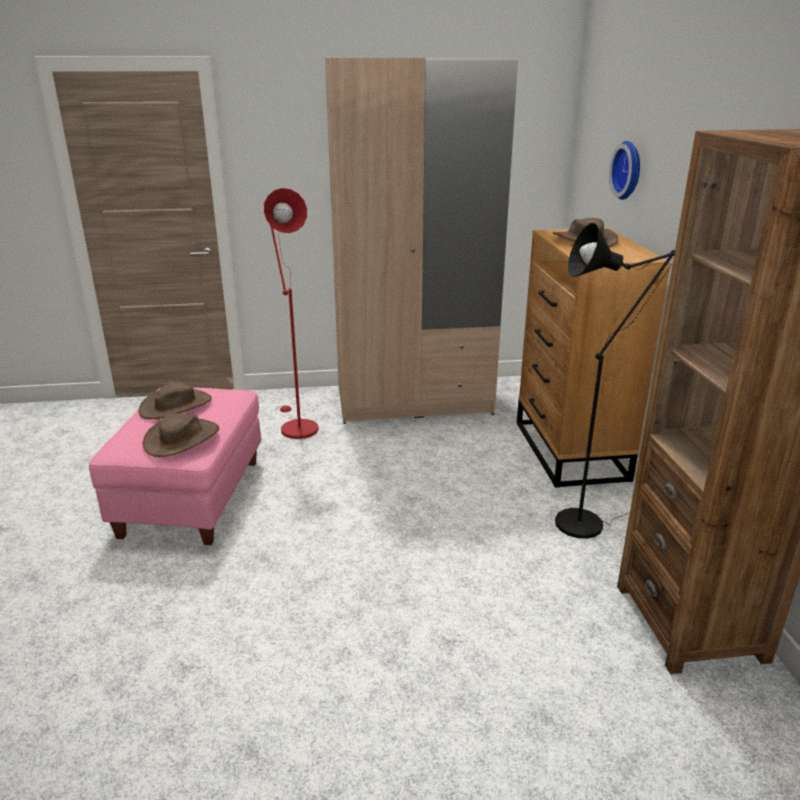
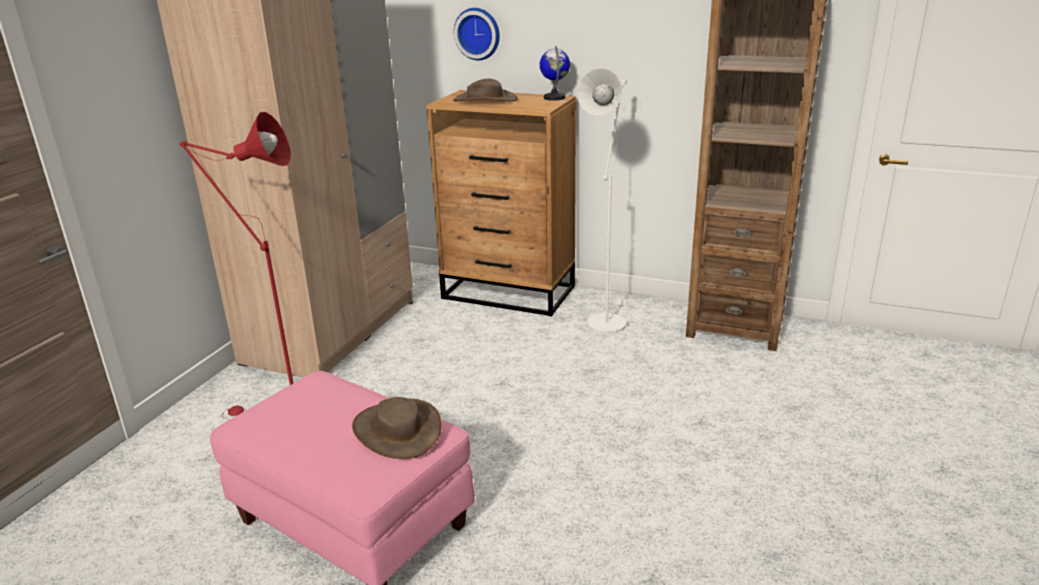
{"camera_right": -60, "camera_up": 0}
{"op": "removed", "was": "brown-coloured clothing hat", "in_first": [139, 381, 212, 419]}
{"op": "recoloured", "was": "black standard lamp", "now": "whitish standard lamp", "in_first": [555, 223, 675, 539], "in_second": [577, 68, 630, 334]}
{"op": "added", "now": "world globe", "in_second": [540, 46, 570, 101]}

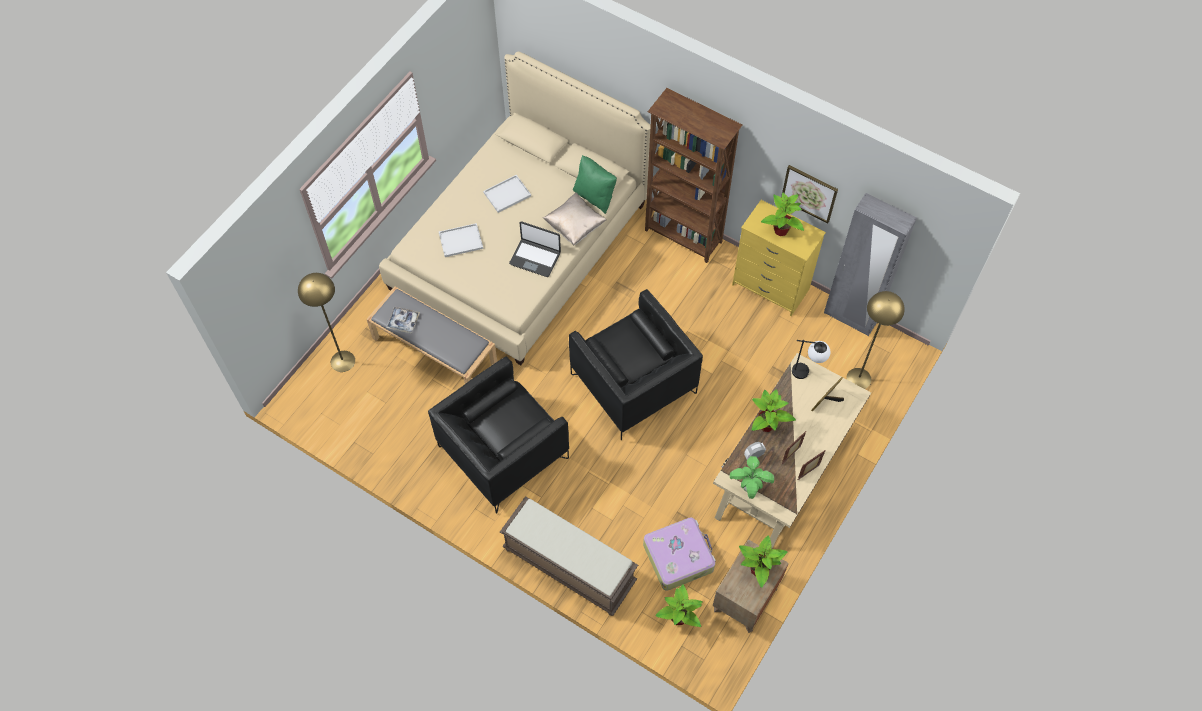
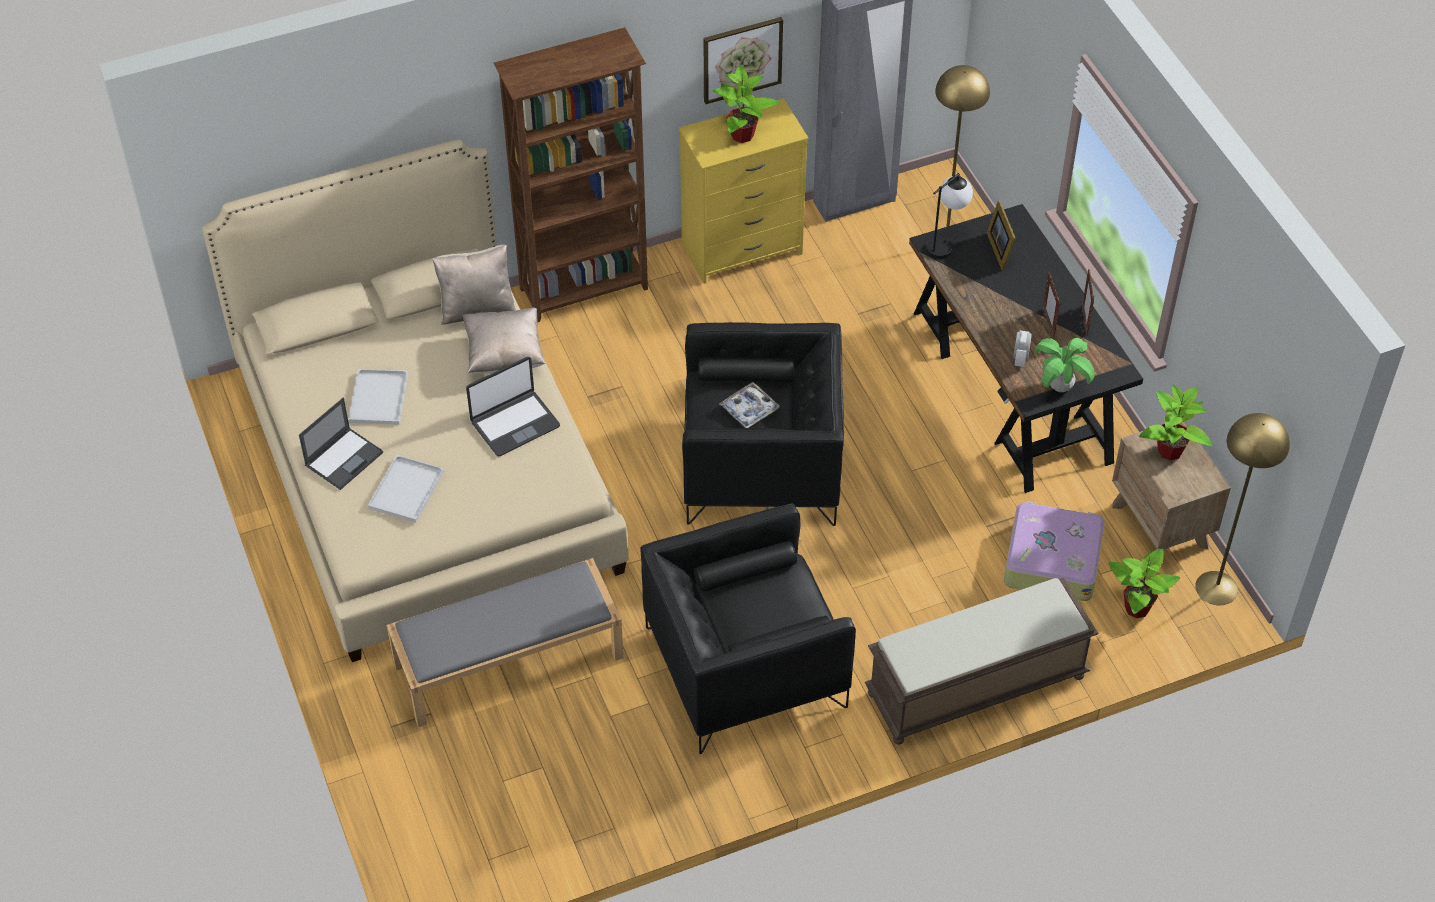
{"camera_right": -55, "camera_up": -10}
{"op": "moved", "was": "yellow-coloured standard lamp", "in_first": [298, 273, 355, 372], "in_second": [1195, 413, 1290, 605]}
{"op": "moved", "was": "carrying tray", "in_first": [386, 306, 420, 333], "in_second": [719, 382, 779, 428]}
{"op": "turned", "was": "black lounge chair", "in_first": [428, 356, 569, 514], "in_second": [641, 504, 856, 754], "clockwise": 75}
{"op": "recoloured", "was": "greenish throw pillow", "now": "sand-coloured throw pillow", "in_first": [573, 155, 617, 214], "in_second": [432, 245, 516, 324]}
{"op": "recoloured", "was": "sand-coloured desk table", "now": "black desk table", "in_first": [713, 353, 871, 549], "in_second": [909, 204, 1143, 493]}
{"op": "removed", "was": "potted plant", "in_first": [752, 389, 796, 432]}
{"op": "added", "now": "notebook computer", "in_second": [299, 398, 383, 490]}

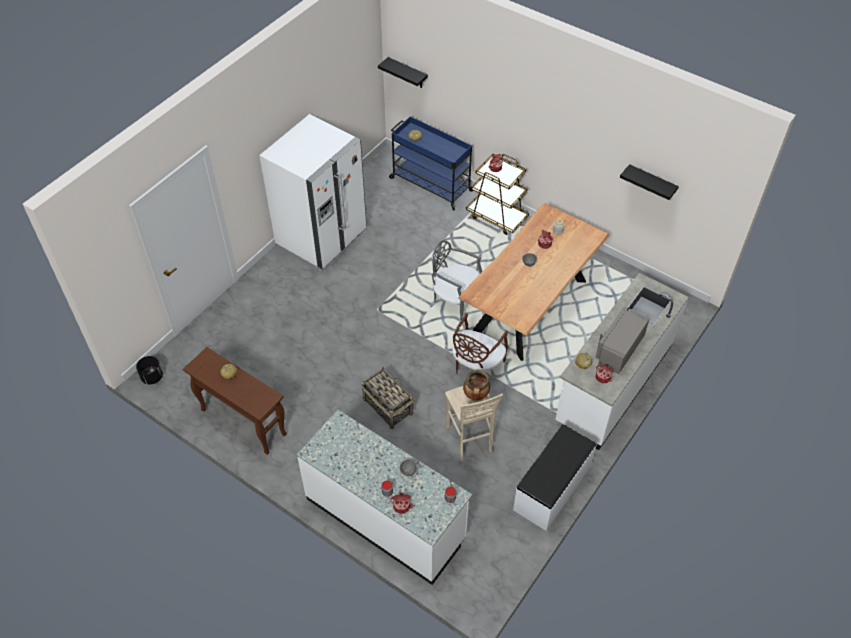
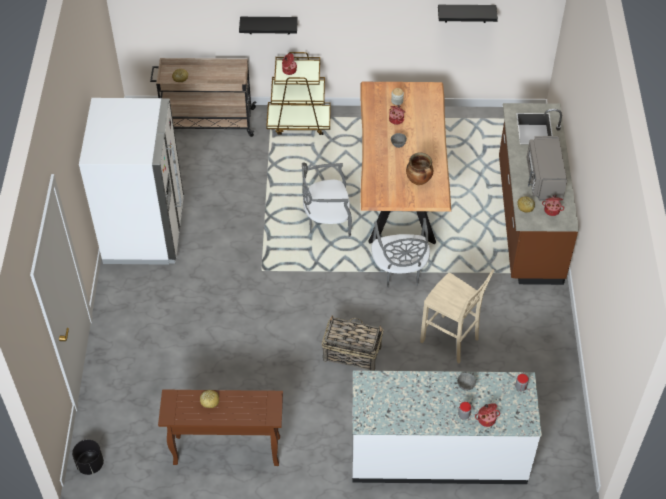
{"camera_right": -35, "camera_up": 0}
{"op": "moved", "was": "black wall shelf", "in_first": [378, 57, 428, 88], "in_second": [239, 17, 298, 34]}
{"op": "recoloured", "was": "bluish cart", "now": "sand-coloured cart", "in_first": [389, 116, 474, 210], "in_second": [150, 58, 257, 137]}
{"op": "recoloured", "was": "brown-coloured plain chair", "now": "greyish plain chair", "in_first": [452, 313, 508, 374], "in_second": [371, 218, 430, 288]}
{"op": "moved", "was": "saucepot", "in_first": [463, 370, 490, 401], "in_second": [406, 153, 433, 185]}
{"op": "removed", "was": "whitish bench", "in_first": [513, 424, 597, 531]}
{"op": "recoloured", "was": "whitish kitchen counter", "now": "brown-coloured kitchen counter", "in_first": [556, 273, 689, 450], "in_second": [499, 103, 579, 285]}

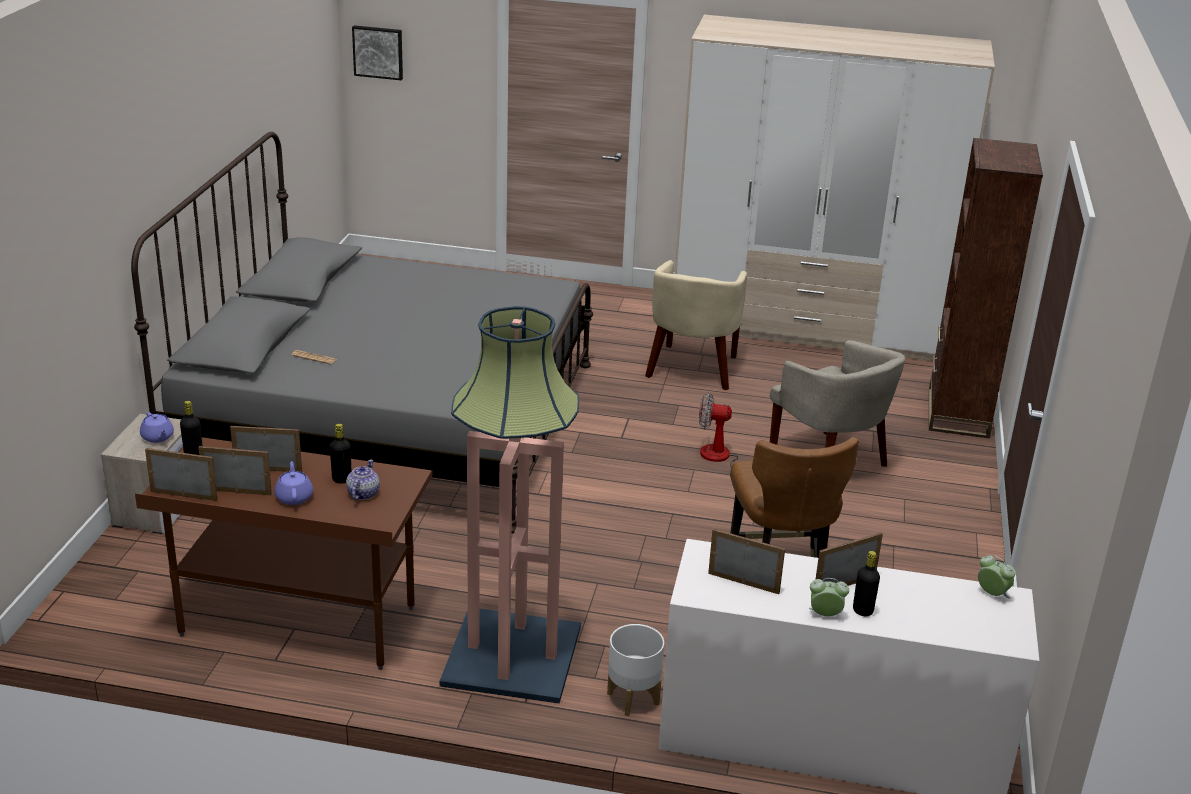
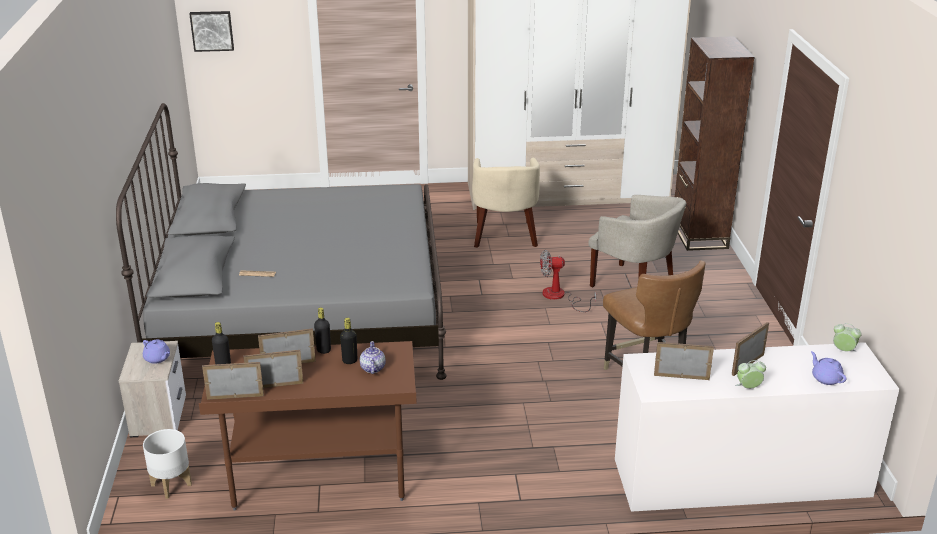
{"camera_right": -15, "camera_up": 0}
{"op": "moved", "was": "purple pot for tea", "in_first": [275, 461, 313, 505], "in_second": [811, 351, 847, 385]}
{"op": "removed", "was": "standard lamp", "in_first": [440, 306, 581, 704]}
{"op": "moved", "was": "whitish plant pot", "in_first": [607, 624, 664, 716], "in_second": [143, 429, 192, 499]}
{"op": "moved", "was": "black bottle", "in_first": [853, 551, 880, 616], "in_second": [314, 307, 331, 354]}

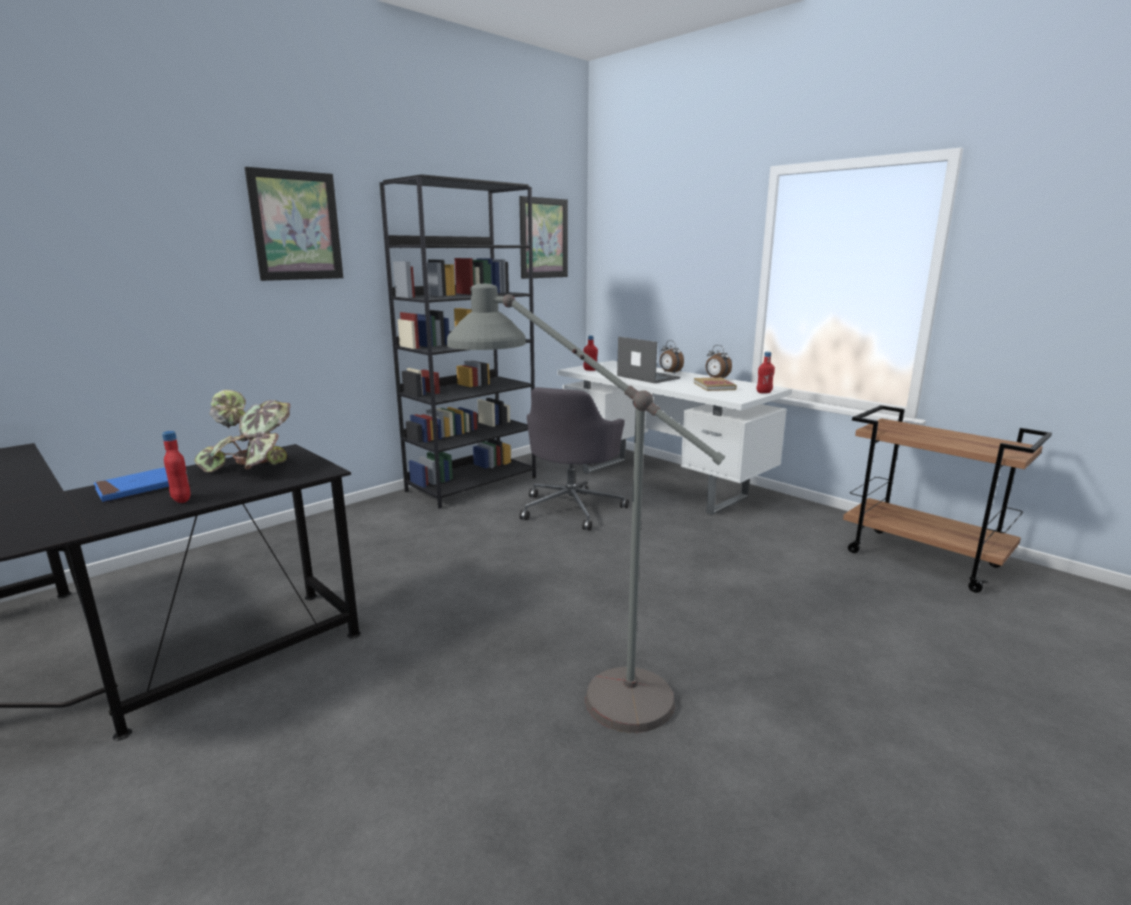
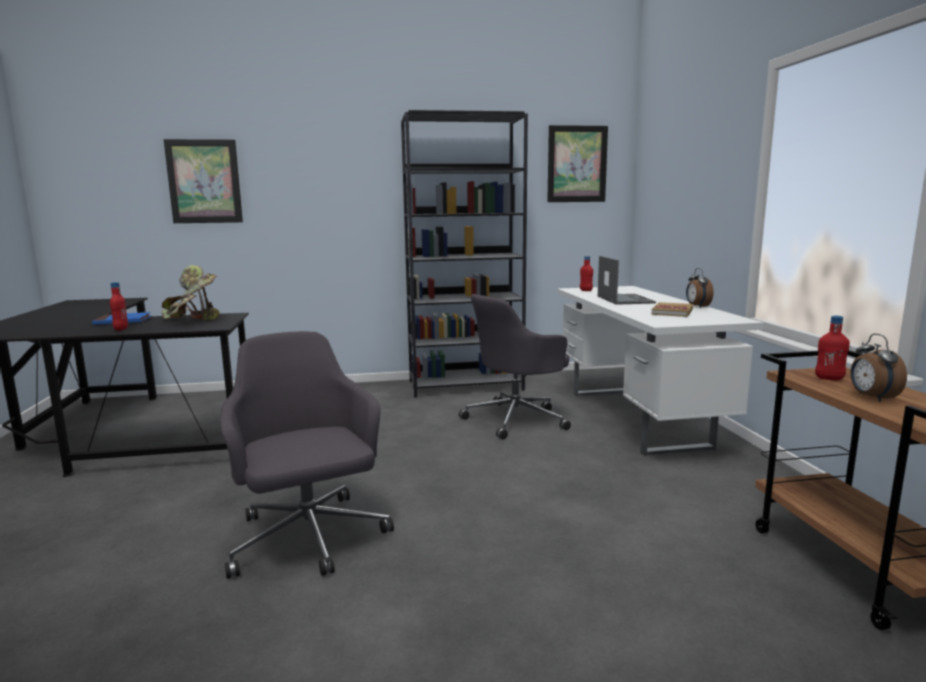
{"camera_right": 35, "camera_up": -5}
{"op": "moved", "was": "picture", "in_first": [245, 167, 343, 281], "in_second": [164, 139, 243, 223]}
{"op": "replaced", "was": "greyish standard lamp", "now": "greyish desk chair", "in_first": [447, 284, 726, 733], "in_second": [220, 331, 394, 579]}
{"op": "moved", "was": "alarm clock", "in_first": [660, 340, 684, 374], "in_second": [850, 334, 907, 402]}
{"op": "moved", "was": "red-coloured bottle", "in_first": [757, 352, 775, 393], "in_second": [815, 316, 850, 380]}

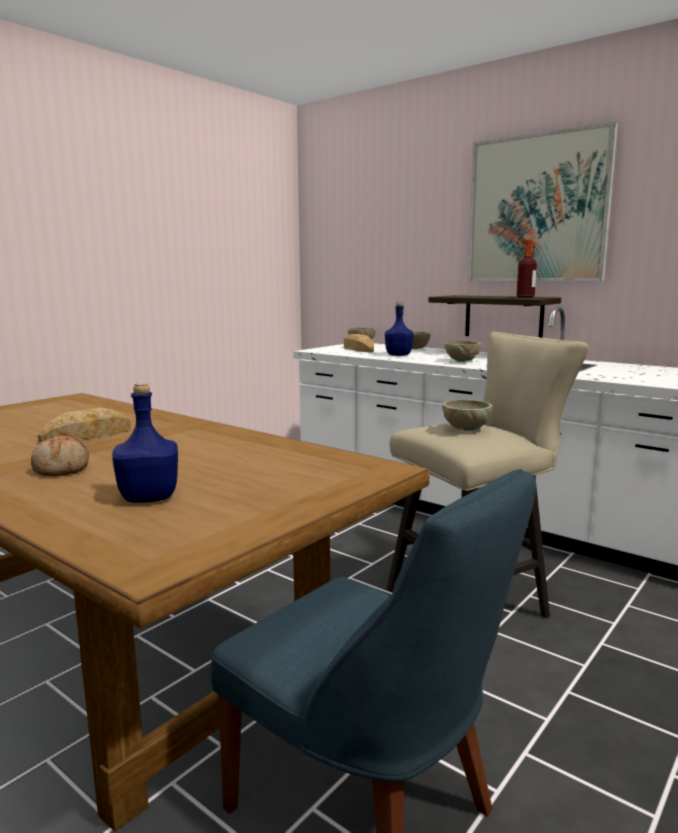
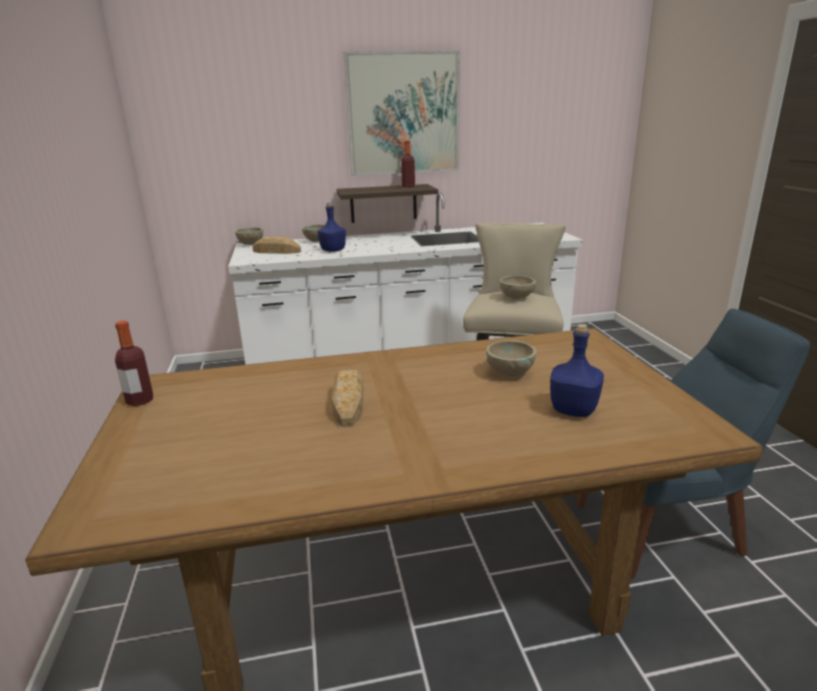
{"camera_right": -50, "camera_up": 10}
{"op": "removed", "was": "bread", "in_first": [31, 434, 89, 476]}
{"op": "moved", "was": "sand-coloured deep dish", "in_first": [444, 341, 481, 362], "in_second": [486, 340, 537, 376]}
{"op": "added", "now": "bottle", "in_second": [115, 321, 153, 406]}

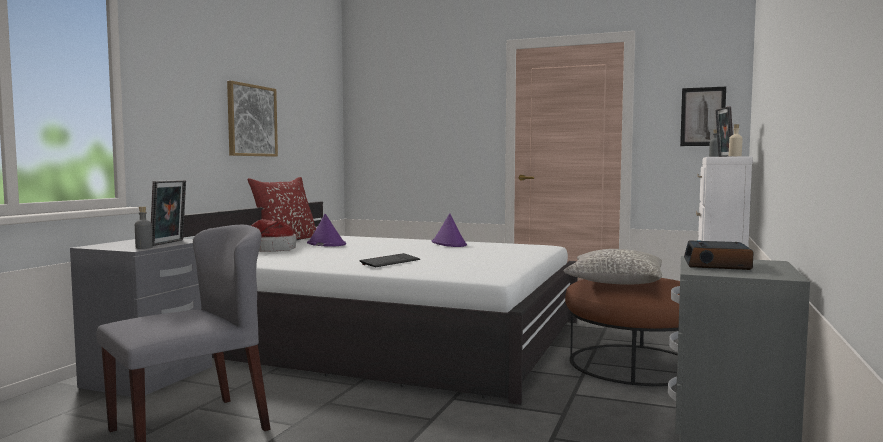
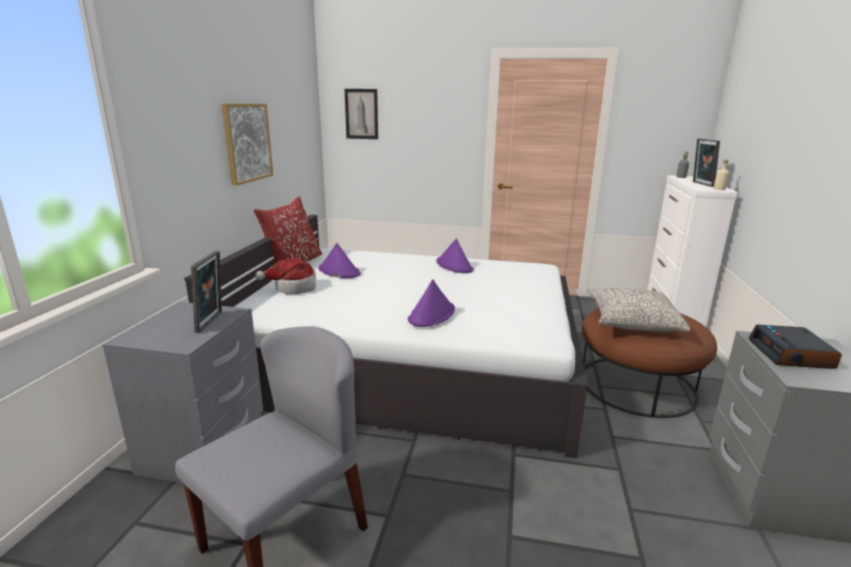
{"camera_right": -10, "camera_up": 15}
{"op": "removed", "was": "greyish bottle", "in_first": [135, 206, 153, 249]}
{"op": "replaced", "was": "computer keyboard", "now": "purple clothing hat", "in_first": [360, 253, 420, 267], "in_second": [408, 279, 455, 327]}
{"op": "moved", "was": "picture", "in_first": [680, 87, 726, 146], "in_second": [344, 89, 378, 139]}

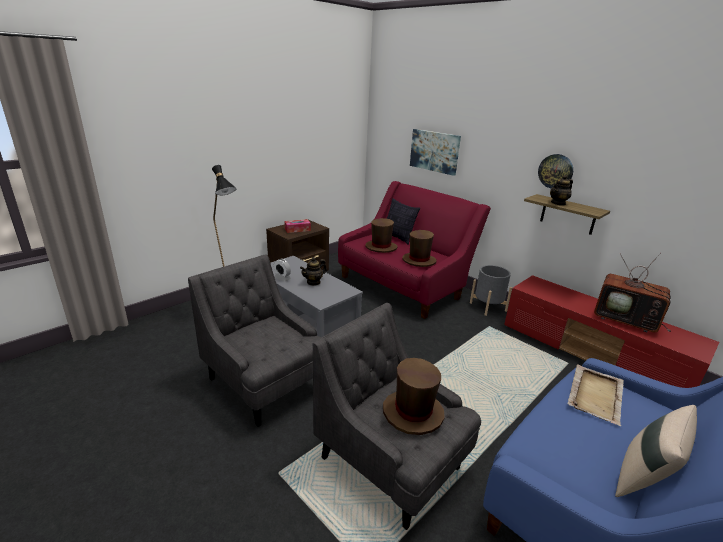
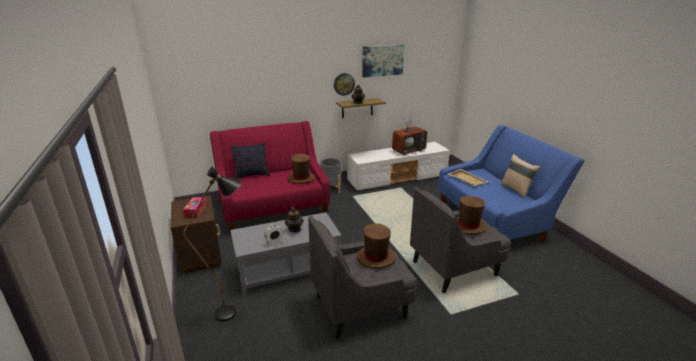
{"camera_right": -65, "camera_up": 0}
{"op": "moved", "was": "brown-coloured clothing hat", "in_first": [365, 218, 398, 253], "in_second": [357, 223, 395, 269]}
{"op": "moved", "was": "picture", "in_first": [410, 129, 461, 176], "in_second": [362, 44, 404, 78]}
{"op": "recoloured", "was": "red-coloured media console", "now": "whitish media console", "in_first": [504, 275, 719, 388], "in_second": [347, 142, 450, 191]}

